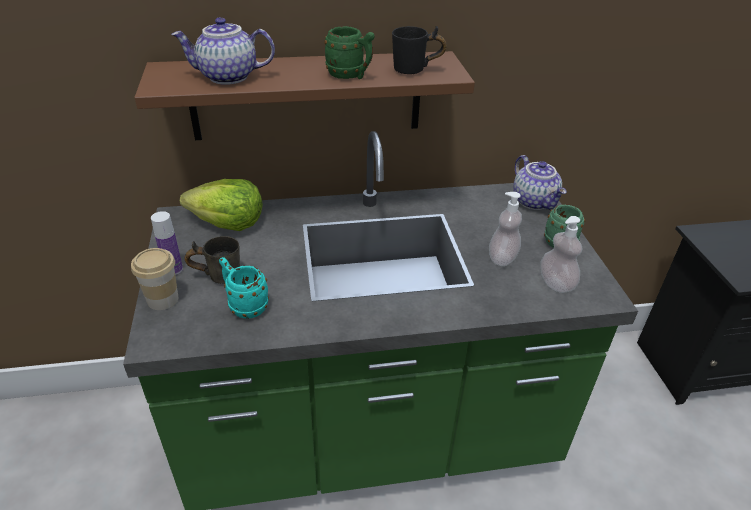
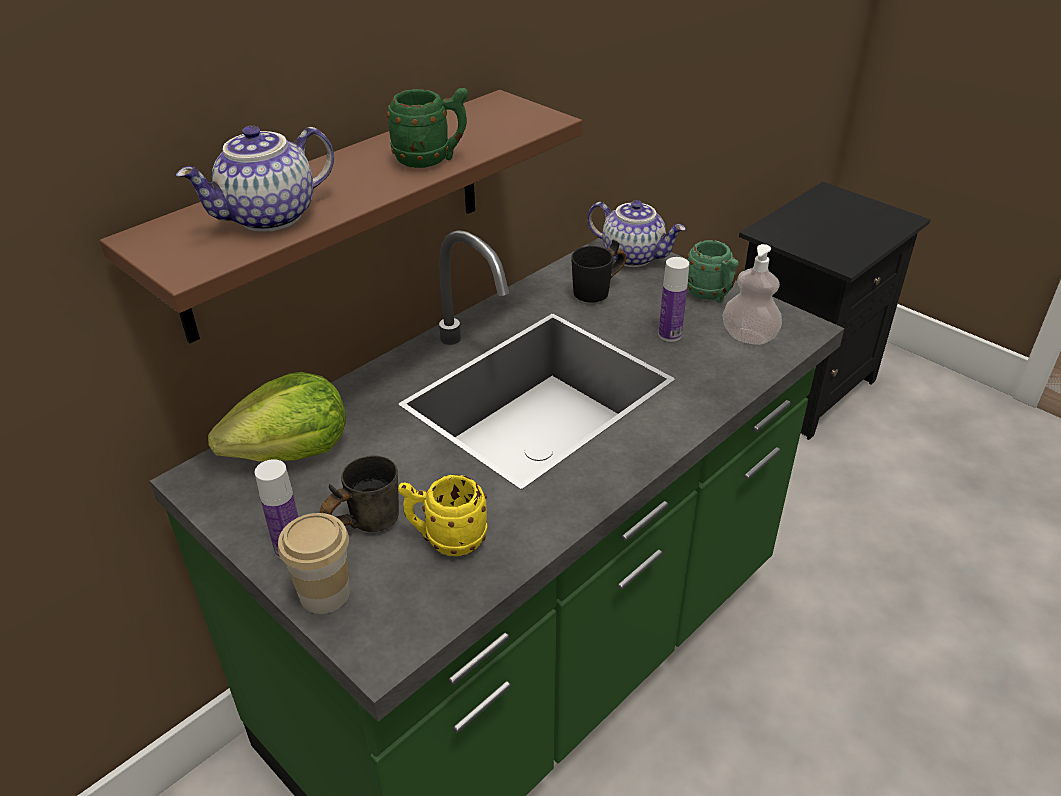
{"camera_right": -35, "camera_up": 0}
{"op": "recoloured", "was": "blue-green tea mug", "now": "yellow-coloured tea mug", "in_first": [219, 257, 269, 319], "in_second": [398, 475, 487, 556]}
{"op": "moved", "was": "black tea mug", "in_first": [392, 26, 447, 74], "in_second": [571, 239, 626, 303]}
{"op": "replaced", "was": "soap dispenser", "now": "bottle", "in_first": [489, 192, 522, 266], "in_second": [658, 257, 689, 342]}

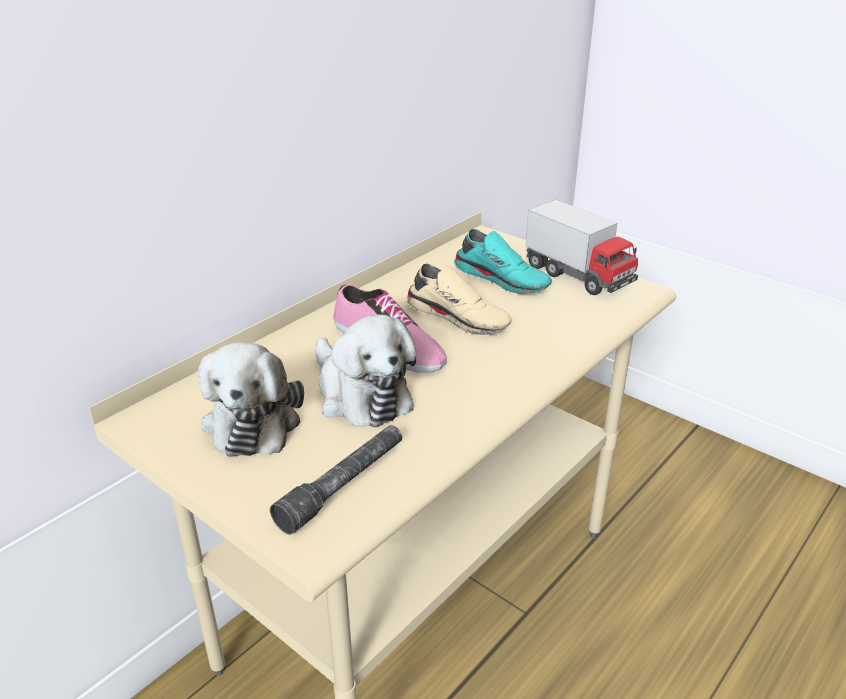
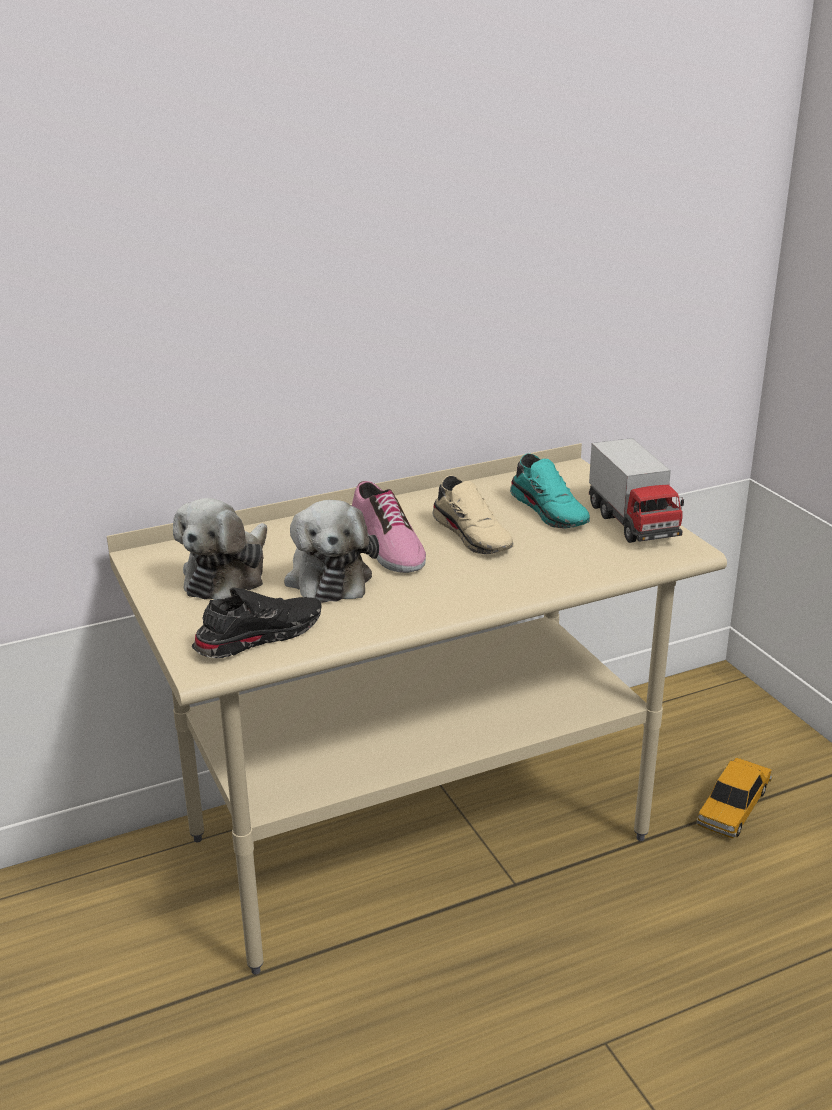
{"camera_right": 25, "camera_up": -5}
{"op": "replaced", "was": "greyish flashlight", "now": "black item of footwear", "in_first": [270, 425, 402, 535], "in_second": [192, 587, 321, 658]}
{"op": "added", "now": "model car", "in_second": [696, 758, 773, 838]}

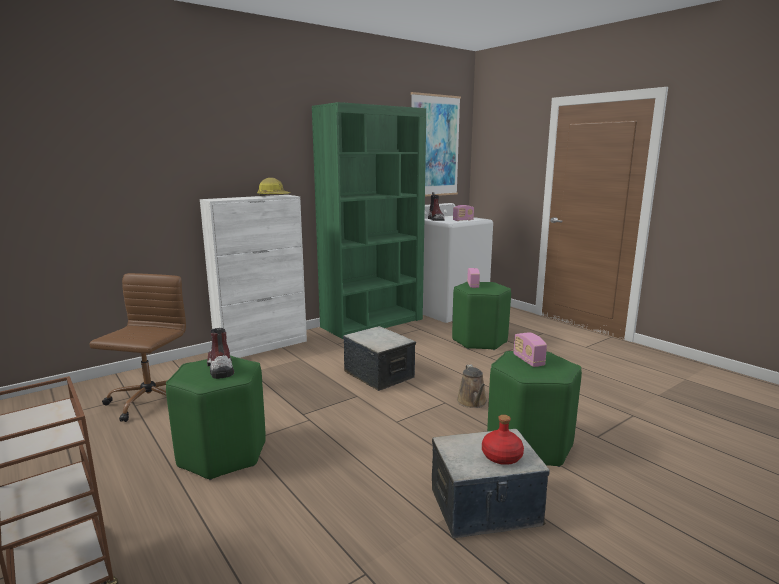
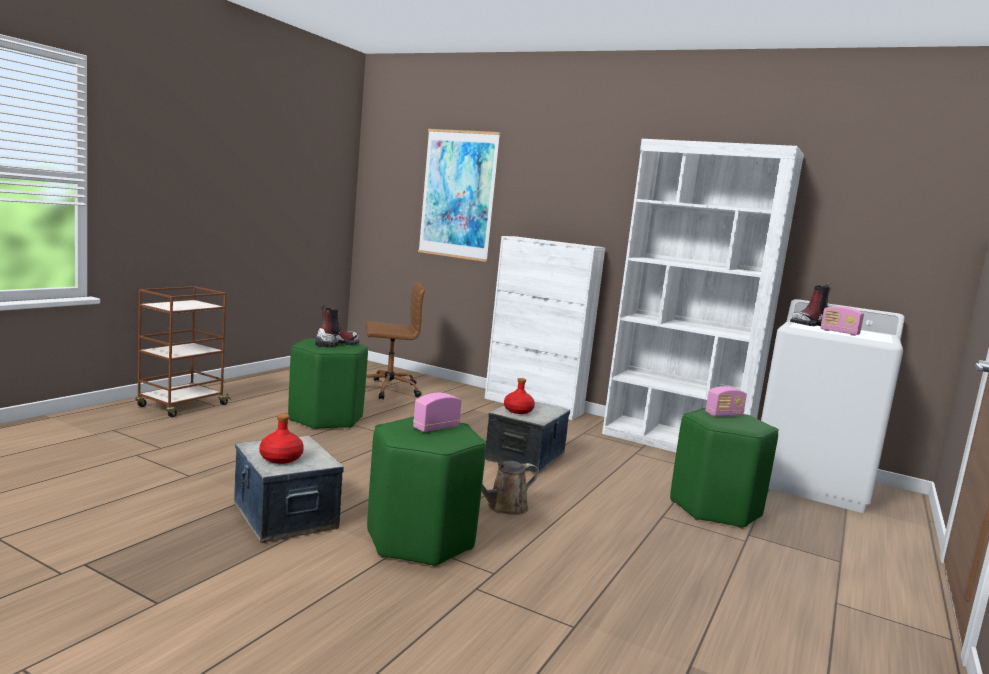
{"camera_right": 65, "camera_up": -5}
{"op": "removed", "was": "work helmet", "in_first": [257, 178, 291, 196]}
{"op": "recoloured", "was": "greenish shelving unit", "now": "whitish shelving unit", "in_first": [312, 102, 426, 339], "in_second": [602, 139, 804, 452]}
{"op": "moved", "was": "picture", "in_first": [411, 92, 461, 197], "in_second": [418, 129, 501, 262]}
{"op": "added", "now": "red-coloured bottle", "in_second": [504, 378, 535, 414]}

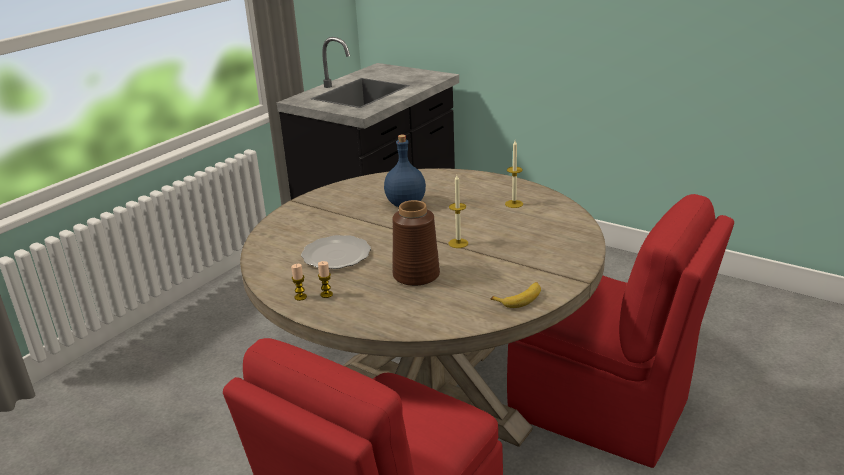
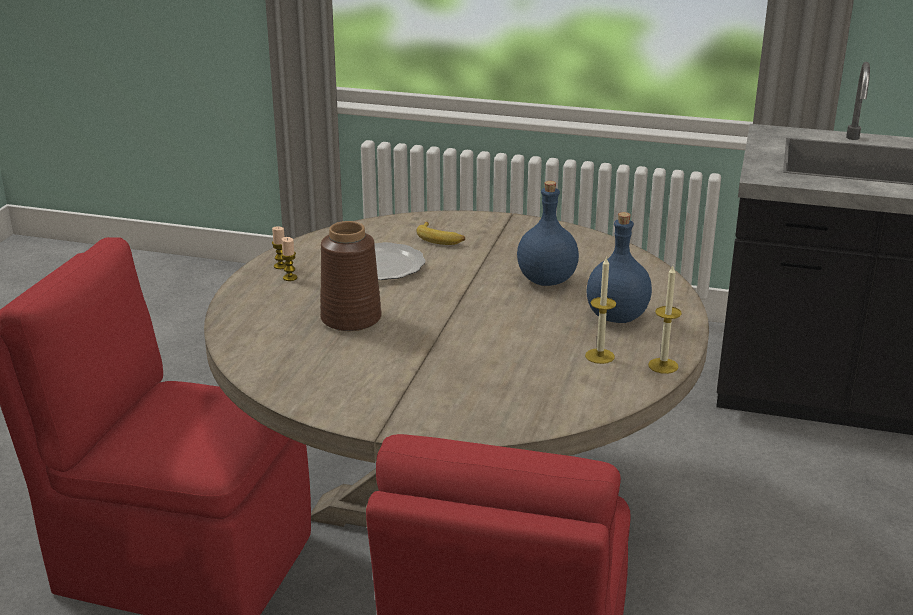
{"camera_right": 70, "camera_up": 0}
{"op": "moved", "was": "wax light", "in_first": [449, 175, 468, 248], "in_second": [648, 266, 682, 374]}
{"op": "moved", "was": "whole banana", "in_first": [490, 282, 541, 308], "in_second": [417, 222, 465, 245]}
{"op": "added", "now": "bluish bottle", "in_second": [586, 212, 652, 323]}

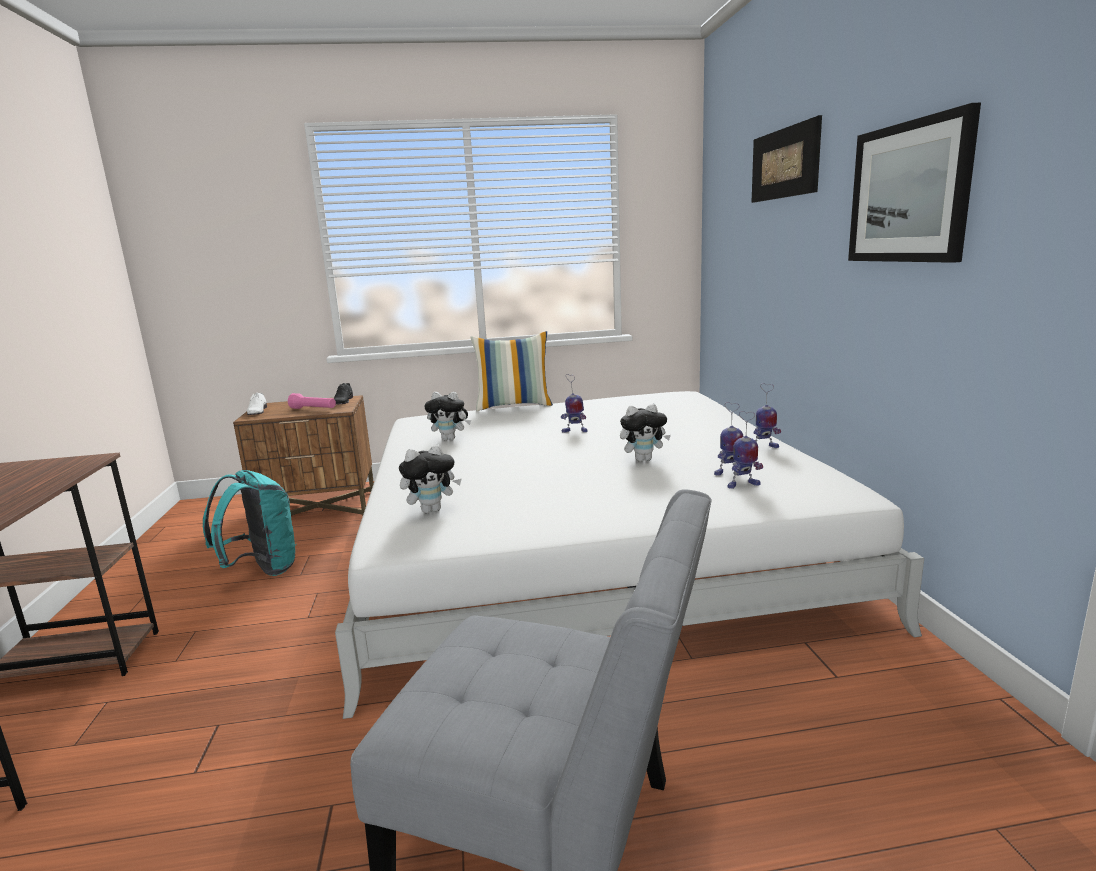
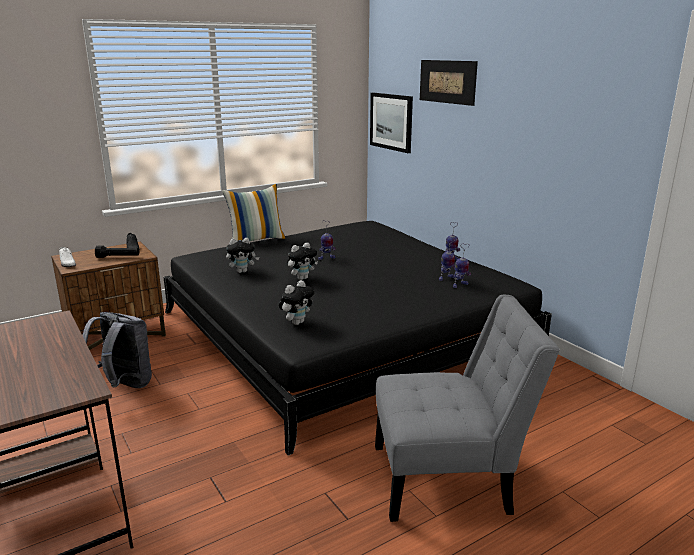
{"camera_right": -25, "camera_up": 5}
{"op": "recoloured", "was": "blue-green knapsack", "now": "greyish knapsack", "in_first": [203, 470, 296, 576], "in_second": [82, 312, 152, 388]}
{"op": "recoloured", "was": "pink-coloured flashlight", "now": "black flashlight", "in_first": [288, 393, 336, 409], "in_second": [95, 246, 139, 258]}
{"op": "recoloured", "was": "whitish bed", "now": "black bed", "in_first": [335, 391, 924, 719], "in_second": [163, 221, 552, 456]}
{"op": "moved", "was": "plush toy", "in_first": [620, 404, 671, 462], "in_second": [287, 243, 318, 280]}
{"op": "moved", "was": "picture", "in_first": [848, 103, 981, 263], "in_second": [370, 93, 413, 153]}

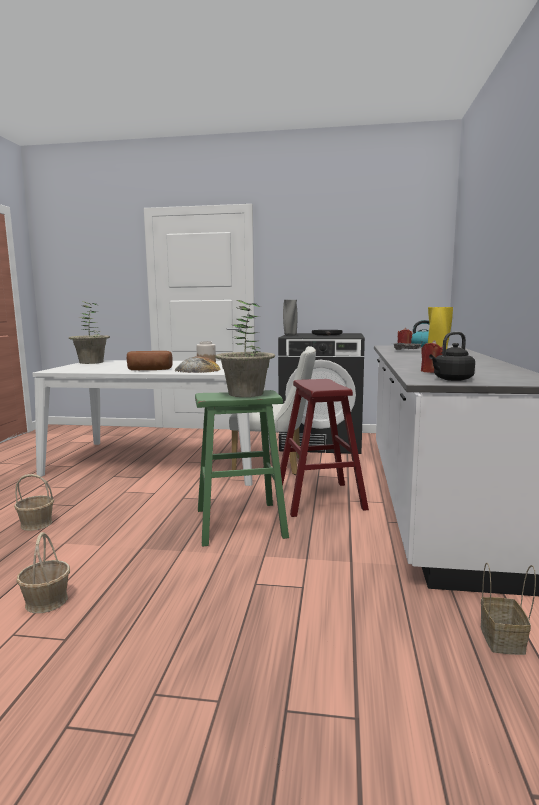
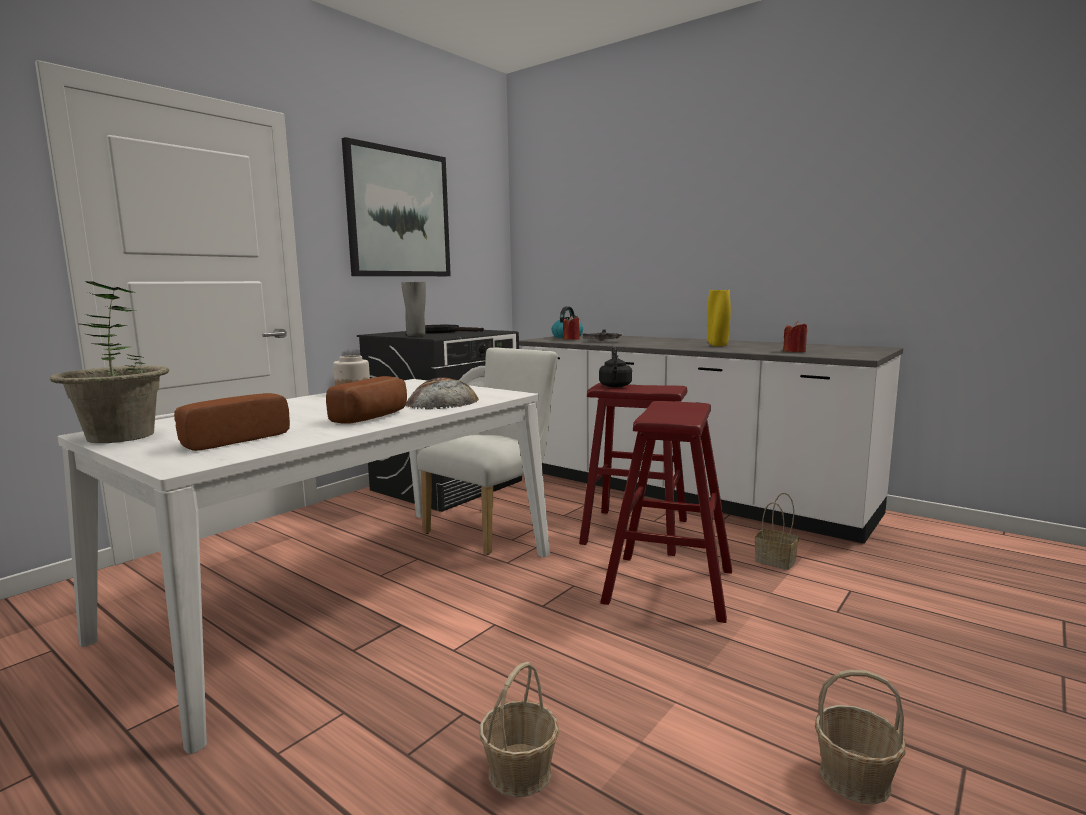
{"camera_right": -60, "camera_up": 0}
{"op": "recoloured", "was": "greenish stool", "now": "red-coloured stool", "in_first": [195, 390, 289, 547], "in_second": [600, 401, 732, 623]}
{"op": "removed", "was": "potted plant", "in_first": [215, 300, 275, 397]}
{"op": "moved", "was": "black tea kettle", "in_first": [429, 332, 475, 381], "in_second": [599, 345, 632, 387]}
{"op": "moved", "was": "household basket", "in_first": [481, 562, 536, 655], "in_second": [755, 493, 799, 570]}
{"op": "added", "now": "bread", "in_second": [174, 393, 290, 451]}
{"op": "added", "now": "picture", "in_second": [342, 137, 451, 276]}

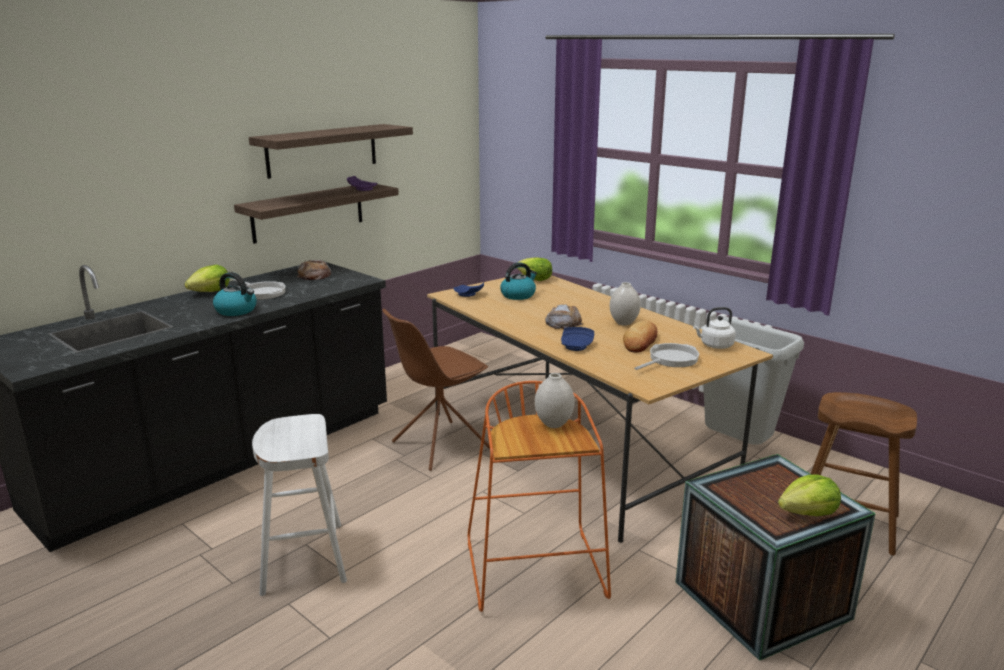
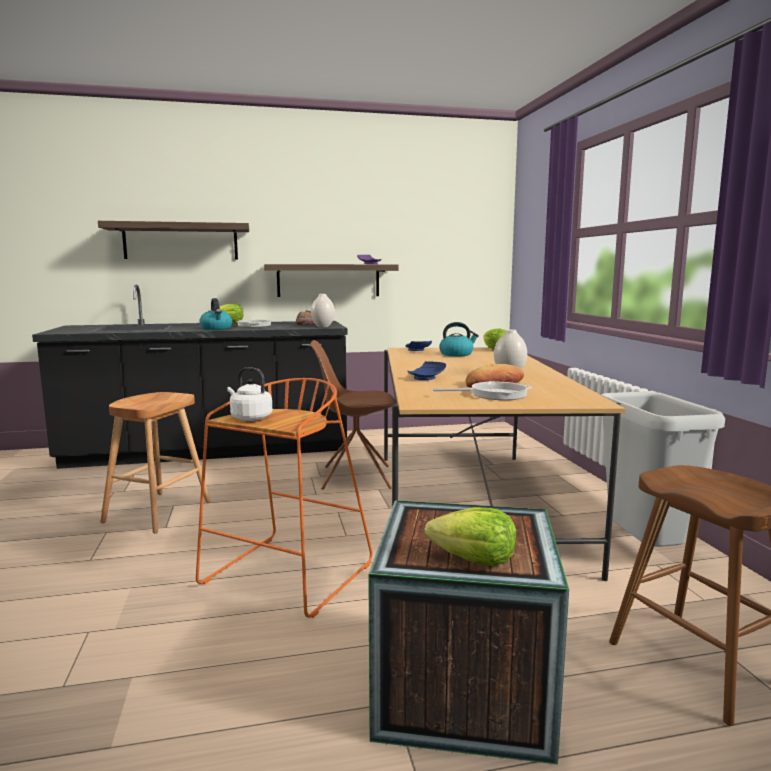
{"camera_right": 35, "camera_up": -10}
{"op": "moved", "was": "wall shelf", "in_first": [249, 124, 413, 179], "in_second": [98, 221, 249, 260]}
{"op": "recoloured", "was": "whitish stool", "now": "brown-coloured stool", "in_first": [252, 414, 347, 596], "in_second": [100, 392, 211, 533]}
{"op": "moved", "was": "whitish decorative vase", "in_first": [535, 373, 575, 428], "in_second": [311, 294, 335, 327]}
{"op": "removed", "was": "bread", "in_first": [545, 304, 583, 329]}
{"op": "moved", "was": "whitish tea kettle", "in_first": [693, 307, 736, 349], "in_second": [227, 367, 272, 421]}

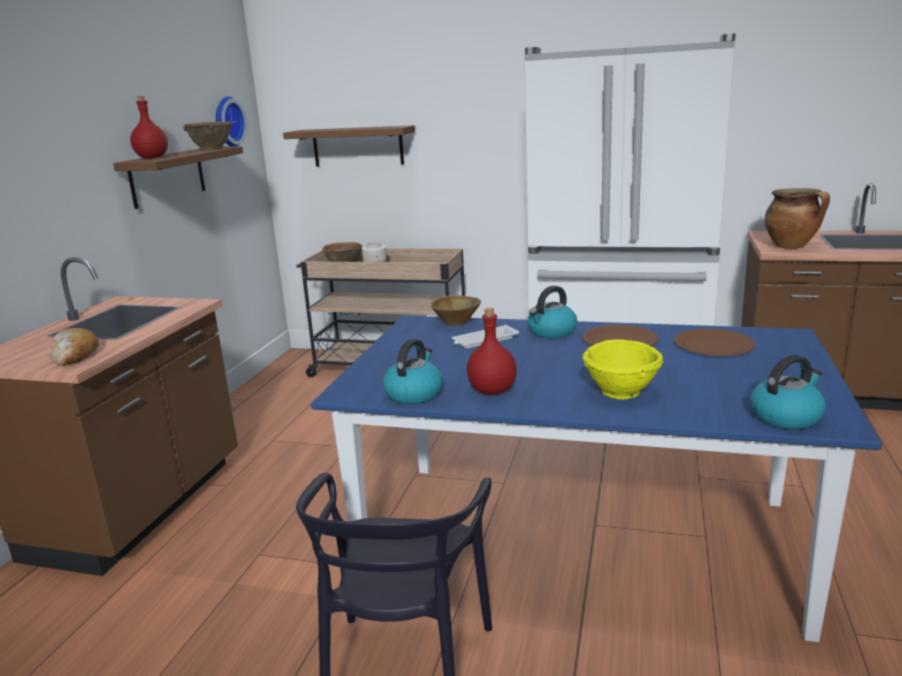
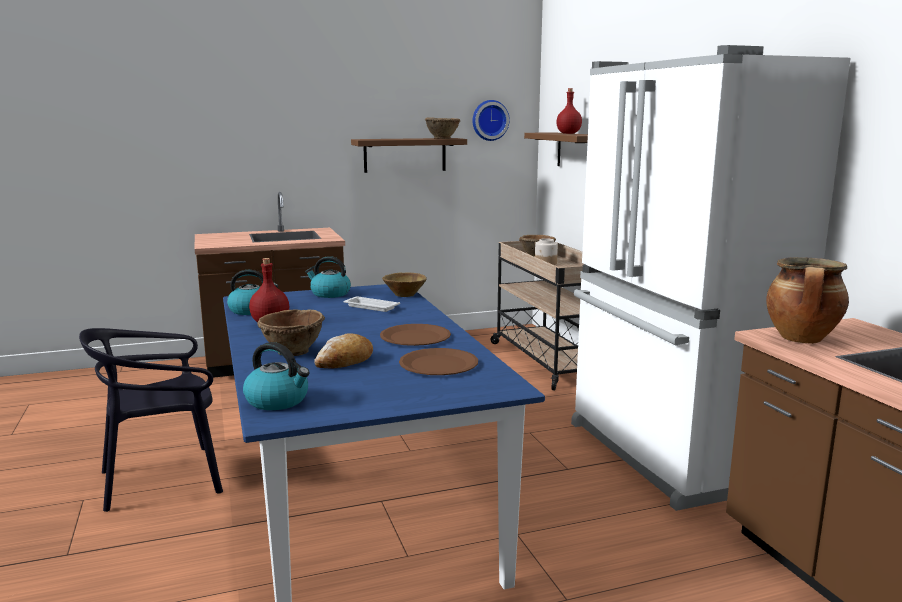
{"camera_right": 55, "camera_up": -5}
{"op": "moved", "was": "bread", "in_first": [48, 328, 99, 366], "in_second": [314, 333, 373, 369]}
{"op": "moved", "was": "red-coloured bottle", "in_first": [130, 96, 168, 158], "in_second": [556, 88, 582, 134]}
{"op": "moved", "was": "tea kettle", "in_first": [527, 286, 577, 338], "in_second": [305, 256, 351, 298]}
{"op": "recoloured", "was": "yellow-coloured deep dish", "now": "brown-coloured deep dish", "in_first": [583, 339, 663, 399], "in_second": [257, 309, 325, 356]}

